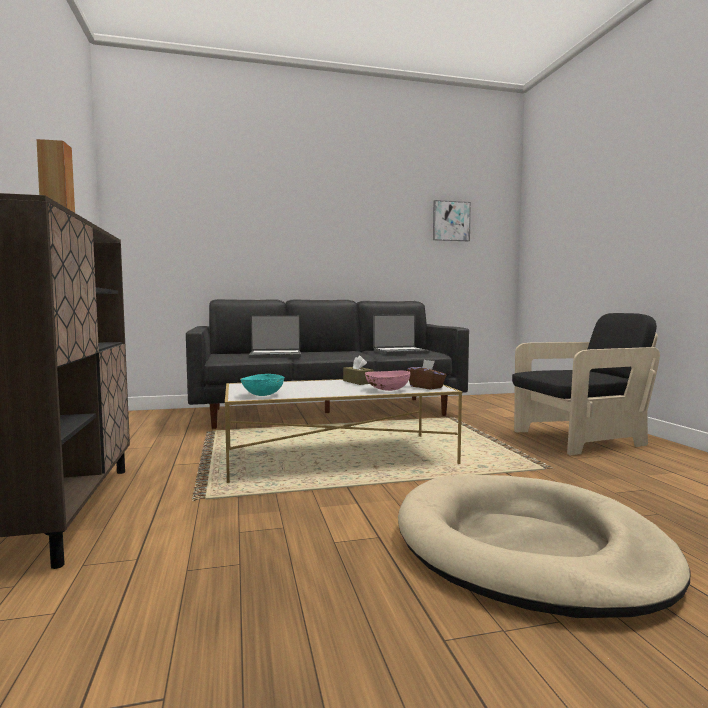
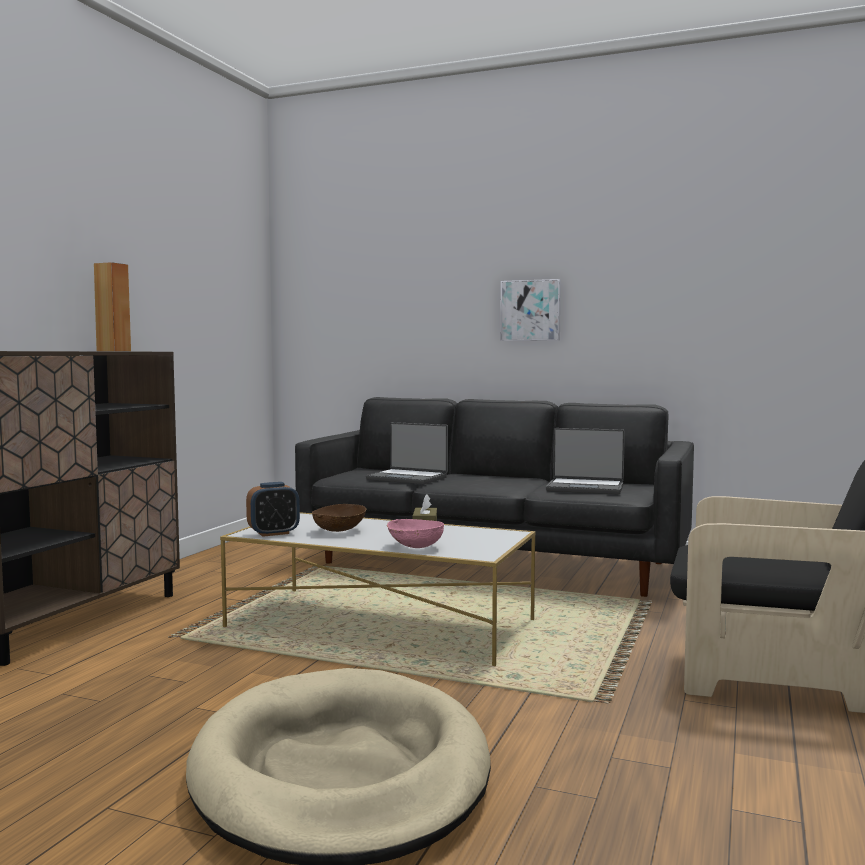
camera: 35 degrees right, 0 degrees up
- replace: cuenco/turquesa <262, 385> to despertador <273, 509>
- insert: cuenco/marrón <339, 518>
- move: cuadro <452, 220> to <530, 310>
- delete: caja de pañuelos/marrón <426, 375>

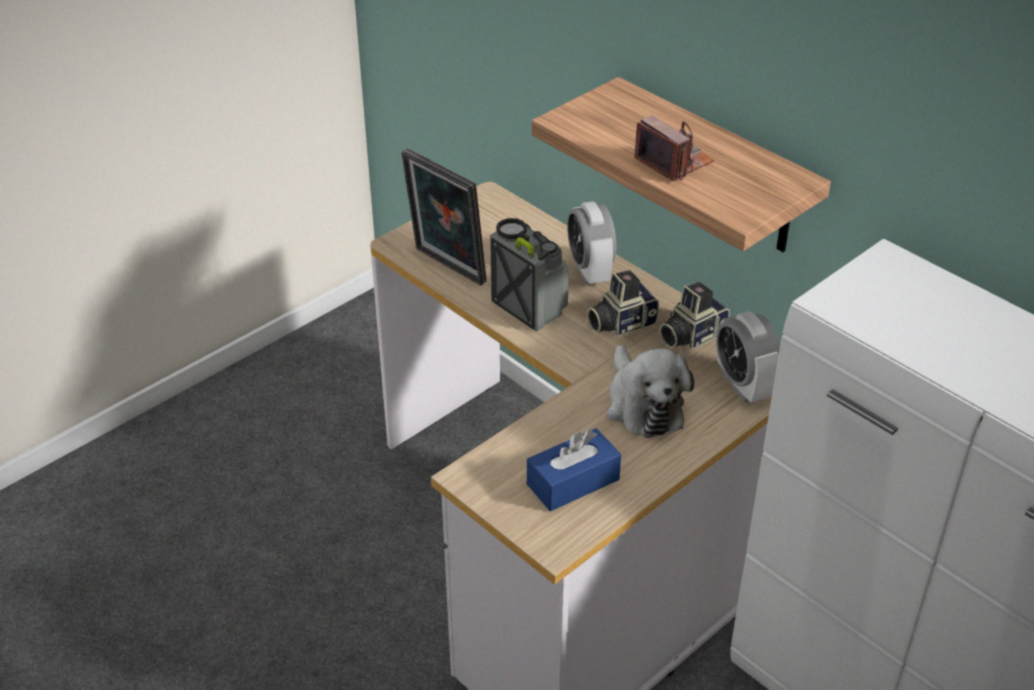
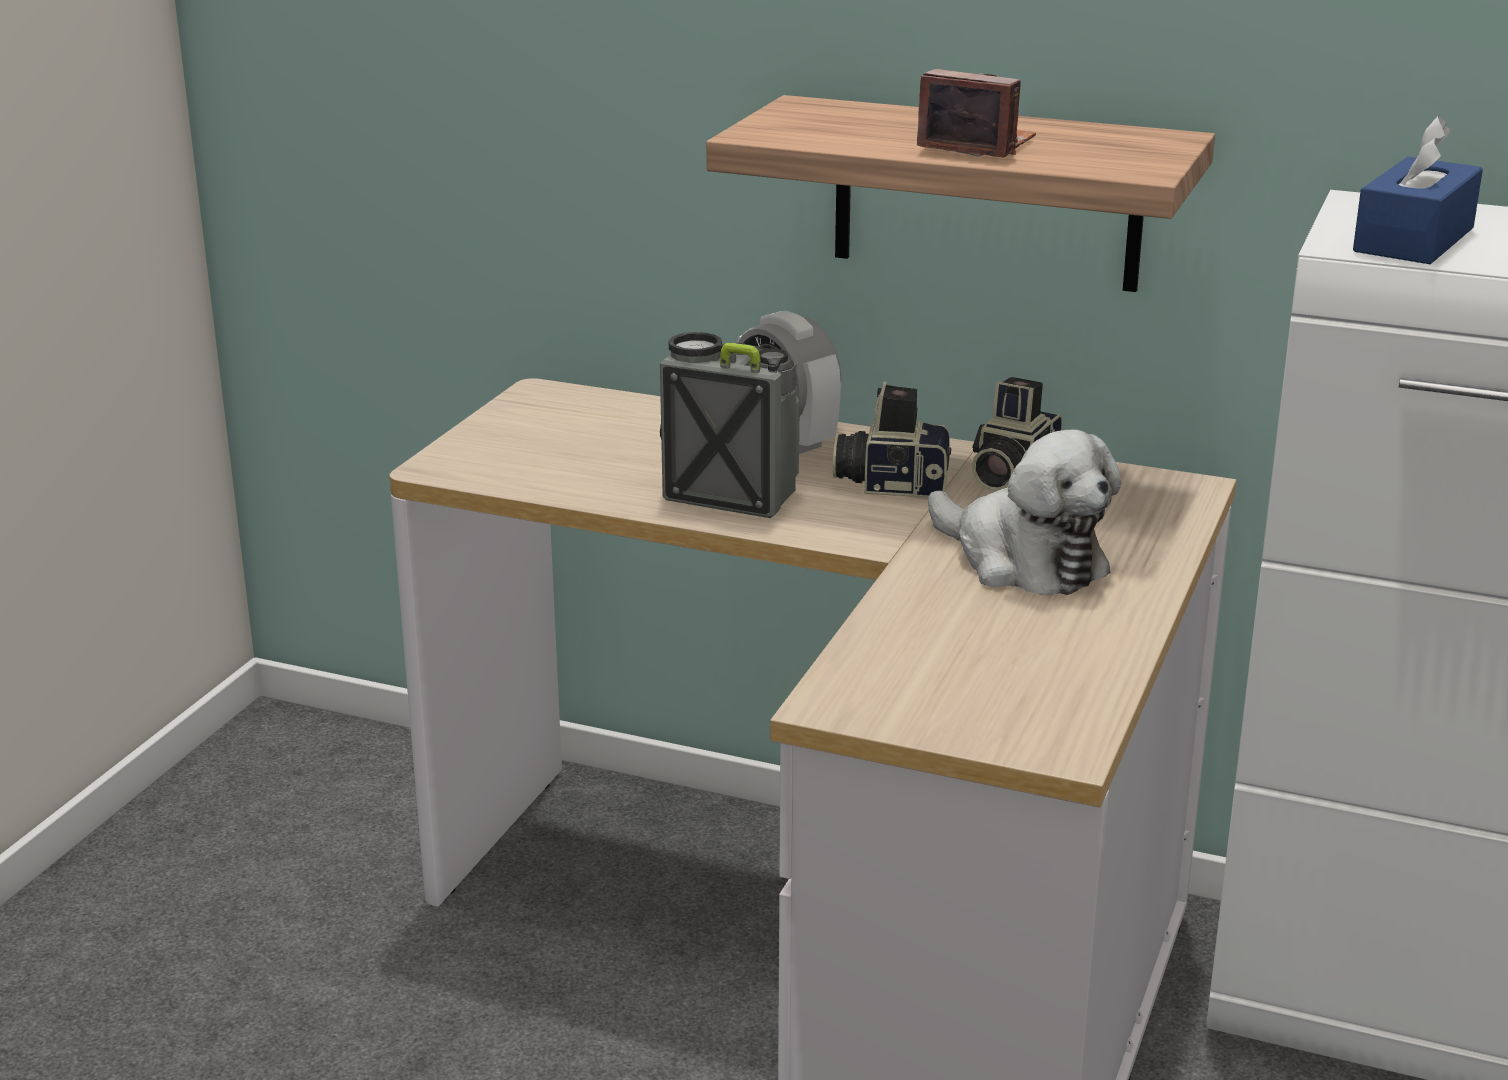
camera: 25 degrees left, 15 degrees down
- rotate: cámara <623, 303> = <892, 439> 60 degrees clockwise
- move: caja de pañuelos/azul <574, 469> to <1418, 190>
- delete: portarretratos <444, 217>
- delete: despertador <748, 357>

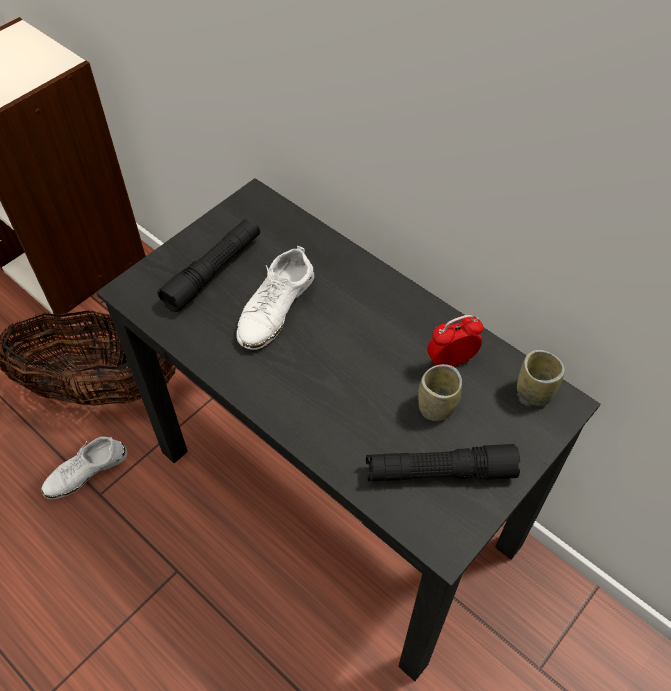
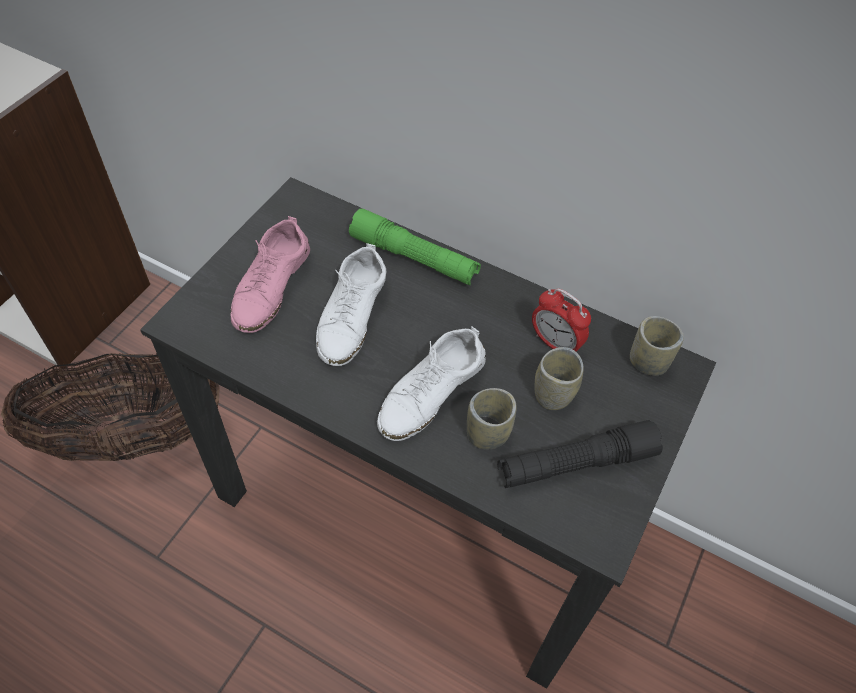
camera: 15 degrees left, 0 degrees up
- replace: linterna/negro <209, 265> to zapato/rosa <270, 274>
- insert: linterna/verde <415, 247>
- move: zapato/blanco <84, 468> to <431, 383>
- insert: taza <491, 419>
- rotate: despertador <455, 341> = <561, 320> 105 degrees counterclockwise

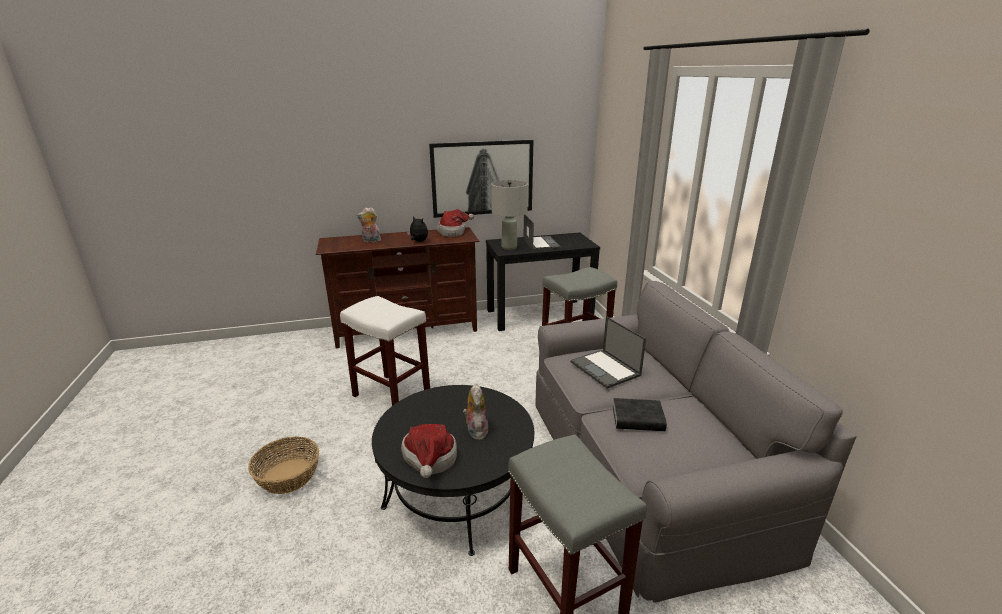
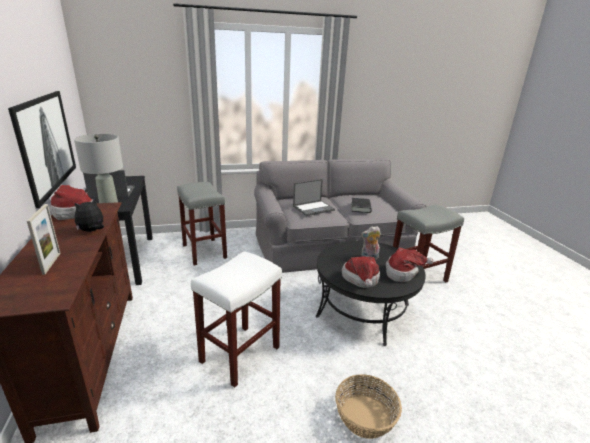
camera: 90 degrees left, 0 degrees up
- replace: peluche <369, 225> to portarretratos <44, 239>
- insert: sombrero <361, 272>

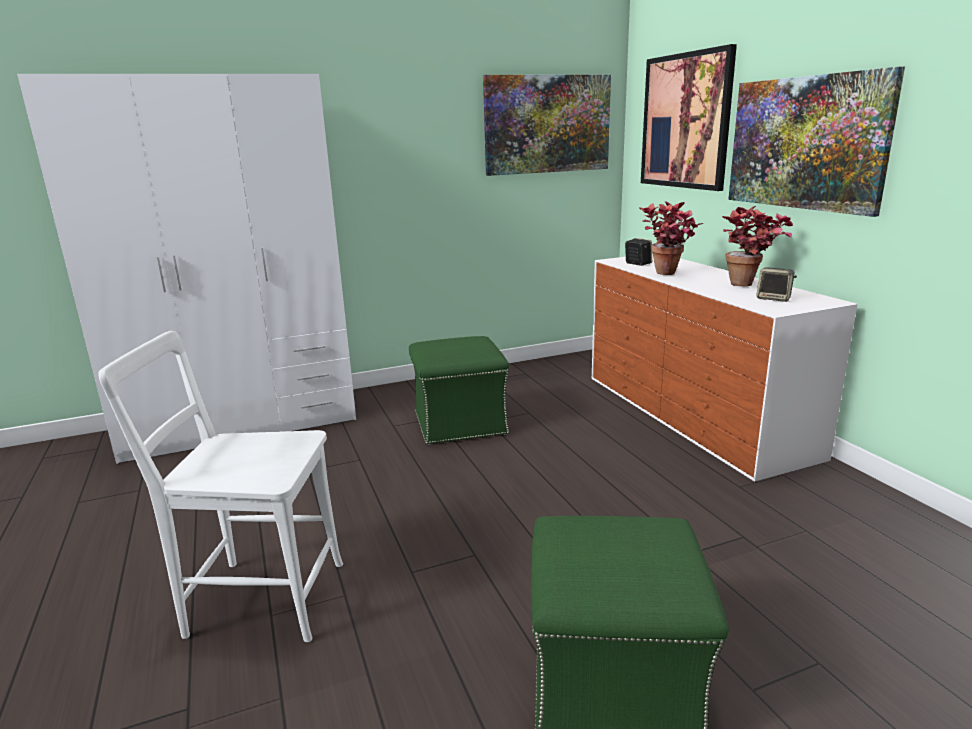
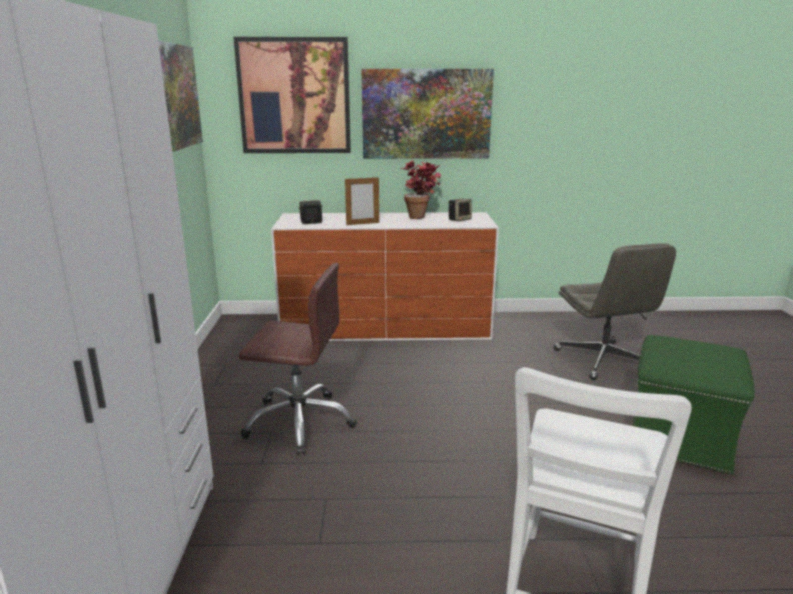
camera: 70 degrees left, 0 degrees up
- replace: puf/verde <459, 390> to silla de oficina/marrón <298, 359>
- replace: planta en maceta <671, 238> to portarretratos <362, 200>
- insert: silla de oficina/gris <615, 311>

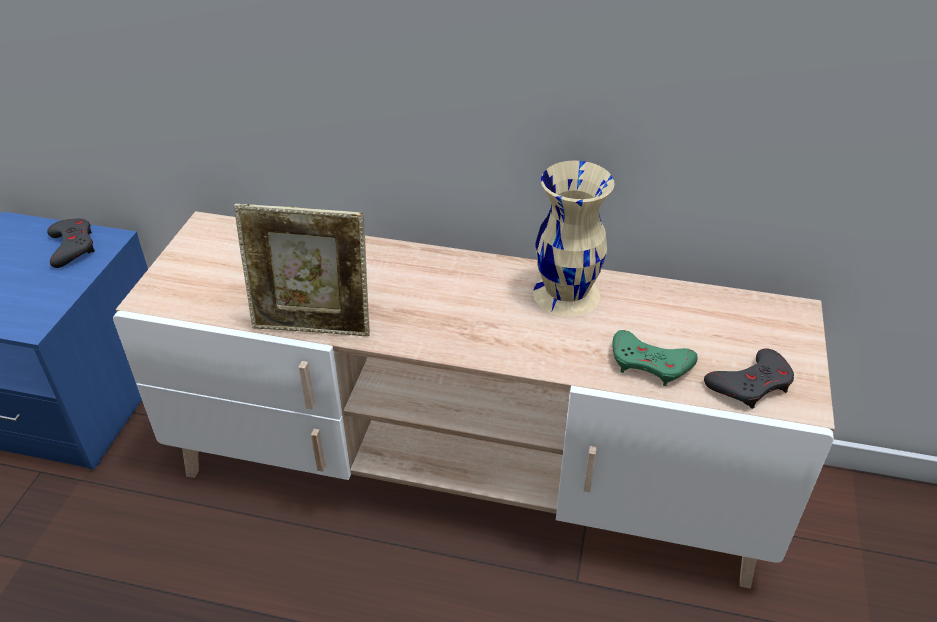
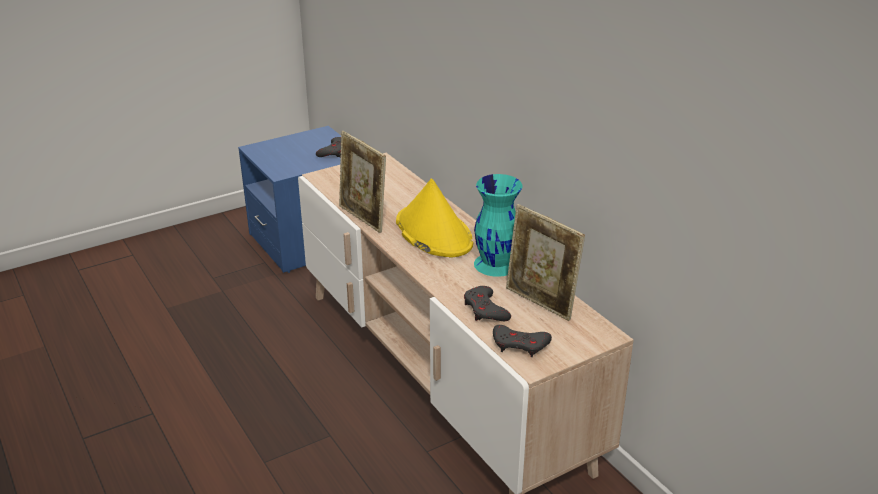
camera: 45 degrees right, 10 degrees down
- insert: sombrero/amarillo <434, 217>
- recolor: mando de consola/verde <655, 358> to mando de consola/gris <487, 303>
- recolor: florero/beis <574, 238> to florero/turquesa <498, 225>
- insert: portarretratos <545, 262>

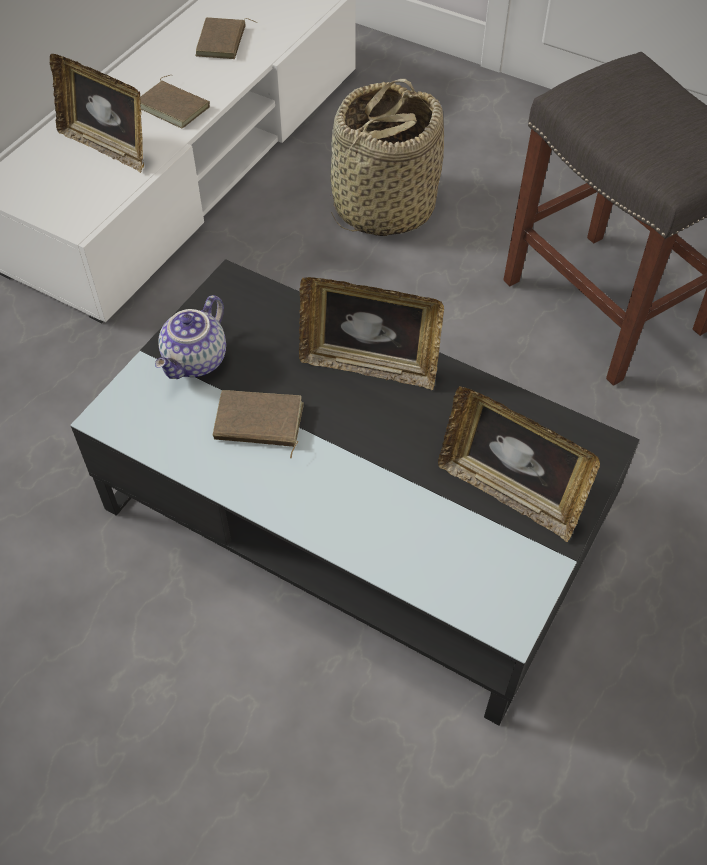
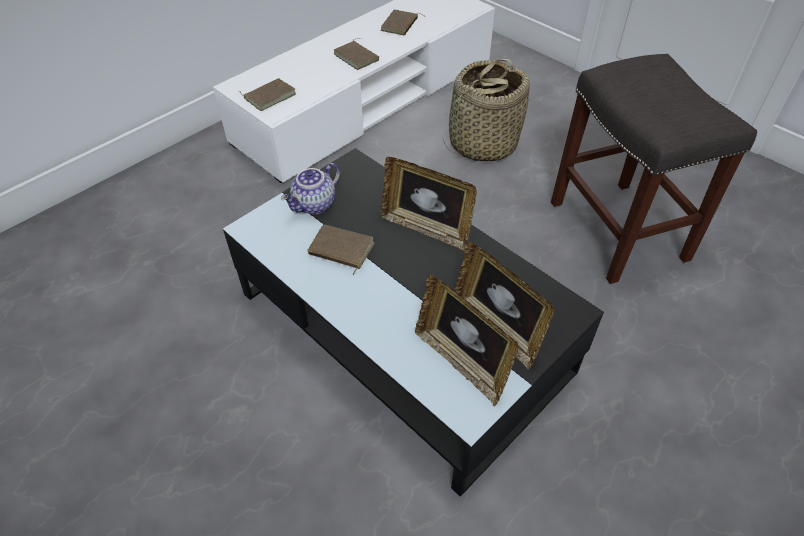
camera: 15 degrees right, 5 degrees down
- insert: libro/marrón <267, 94>
- move: portarretratos <97, 113> to <466, 340>

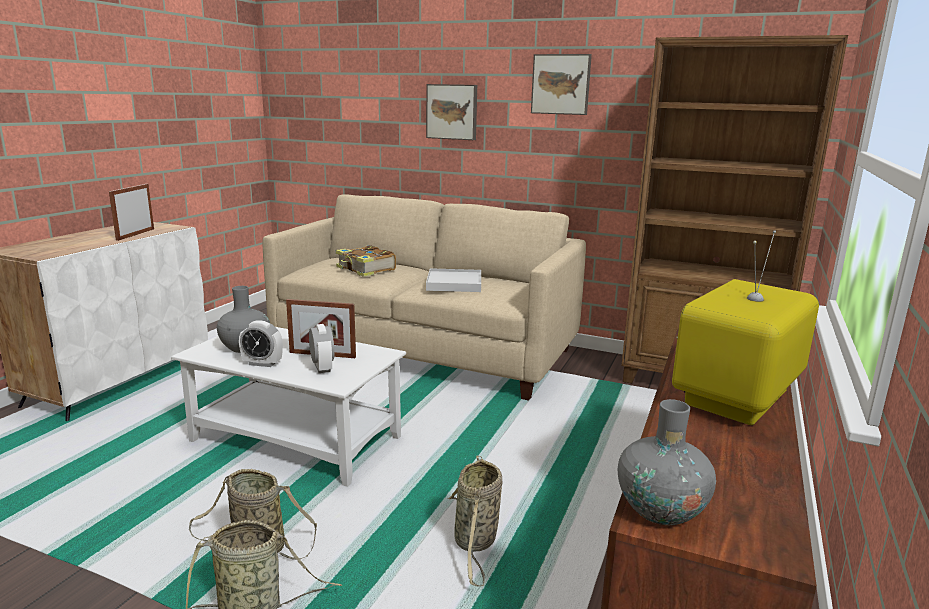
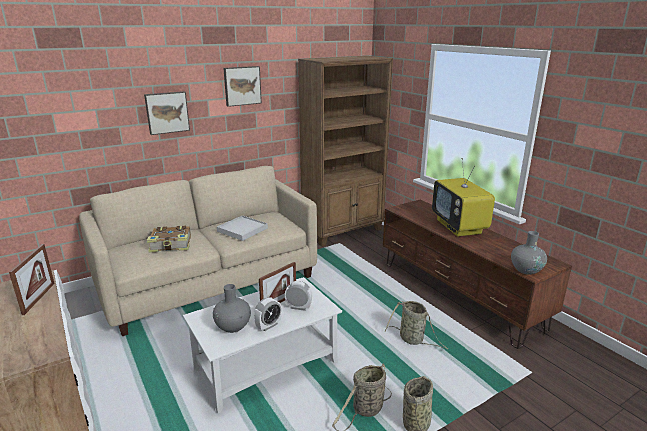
camera: 55 degrees left, 5 degrees up
- rotate: portarretratos <131, 212> = <32, 279> 135 degrees counterclockwise

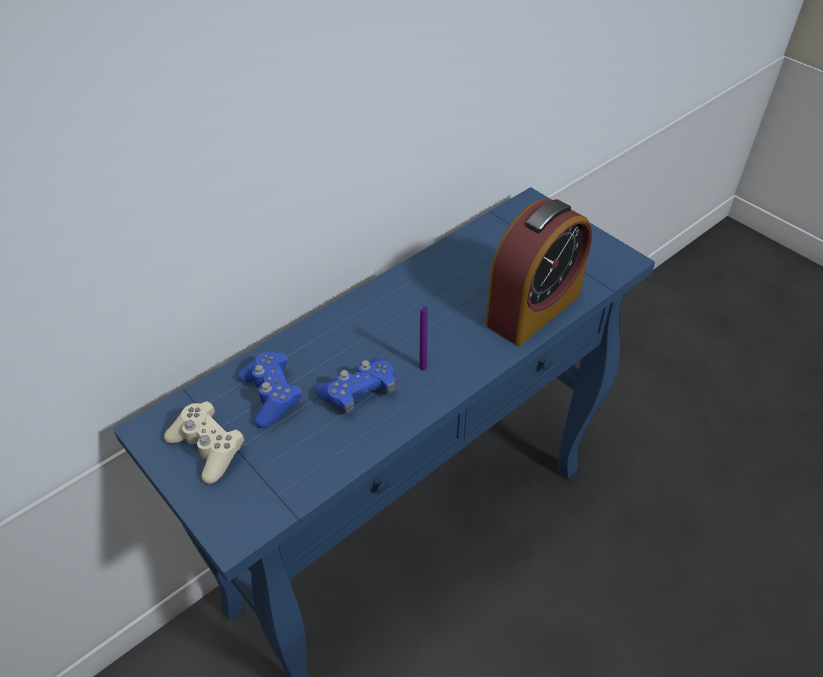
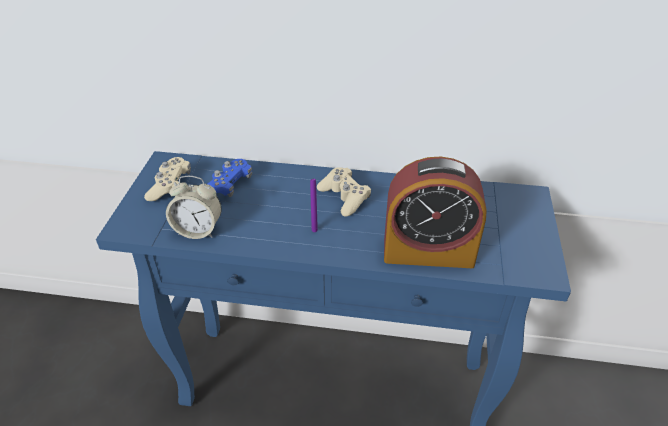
camera: 50 degrees right, 5 degrees down
- insert: despertador <194, 207>
- insert: mando de consola/beis <344, 191>
- delete: mando de consola/azul <355, 386>

